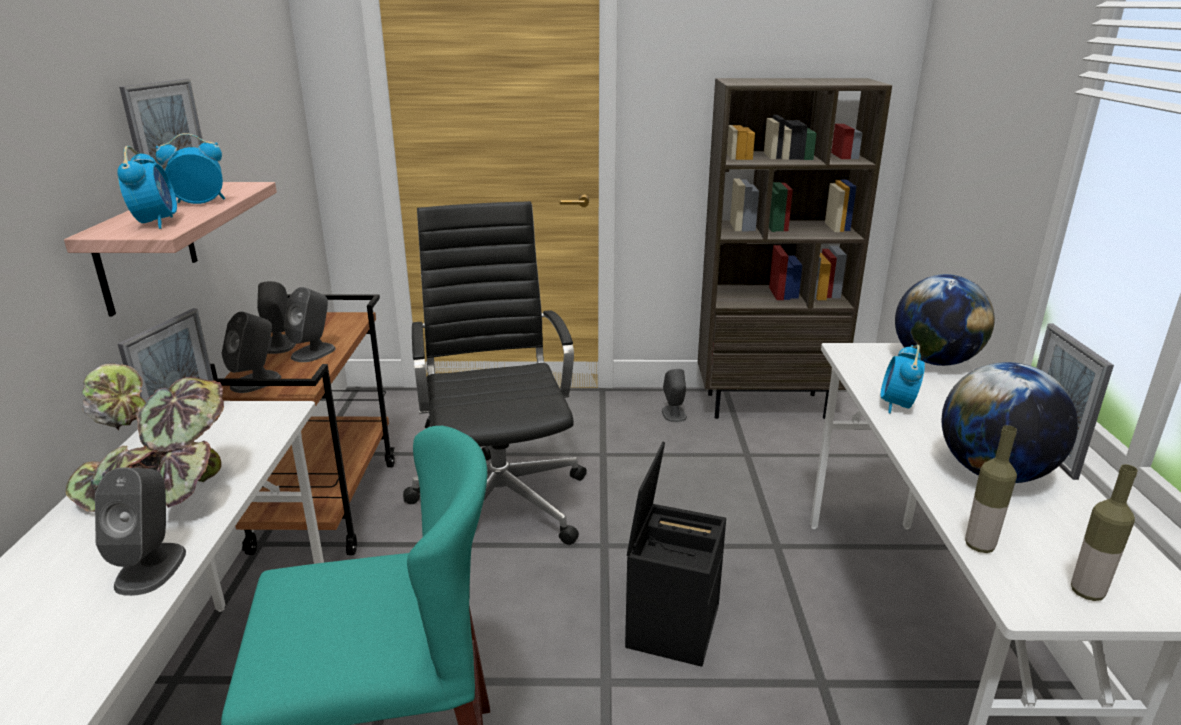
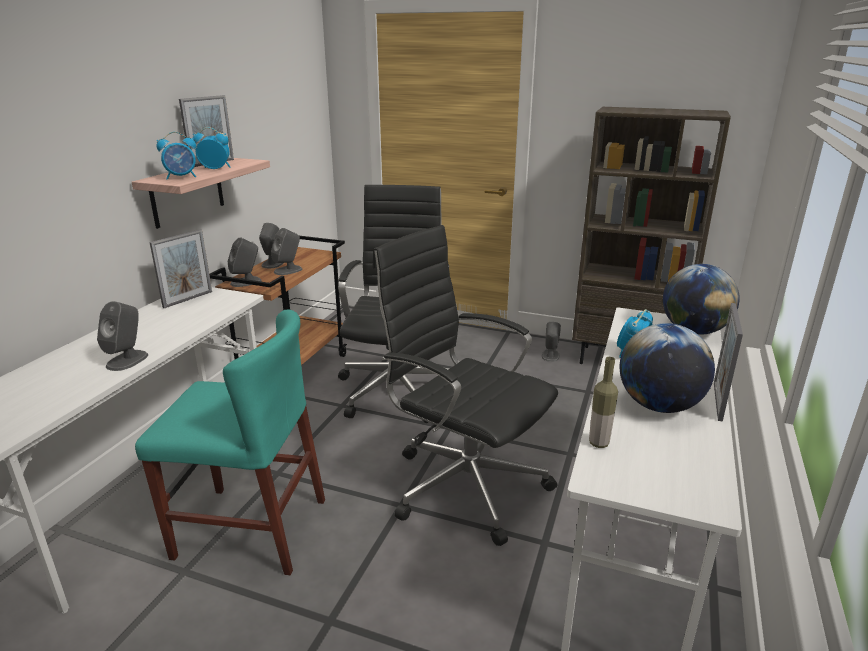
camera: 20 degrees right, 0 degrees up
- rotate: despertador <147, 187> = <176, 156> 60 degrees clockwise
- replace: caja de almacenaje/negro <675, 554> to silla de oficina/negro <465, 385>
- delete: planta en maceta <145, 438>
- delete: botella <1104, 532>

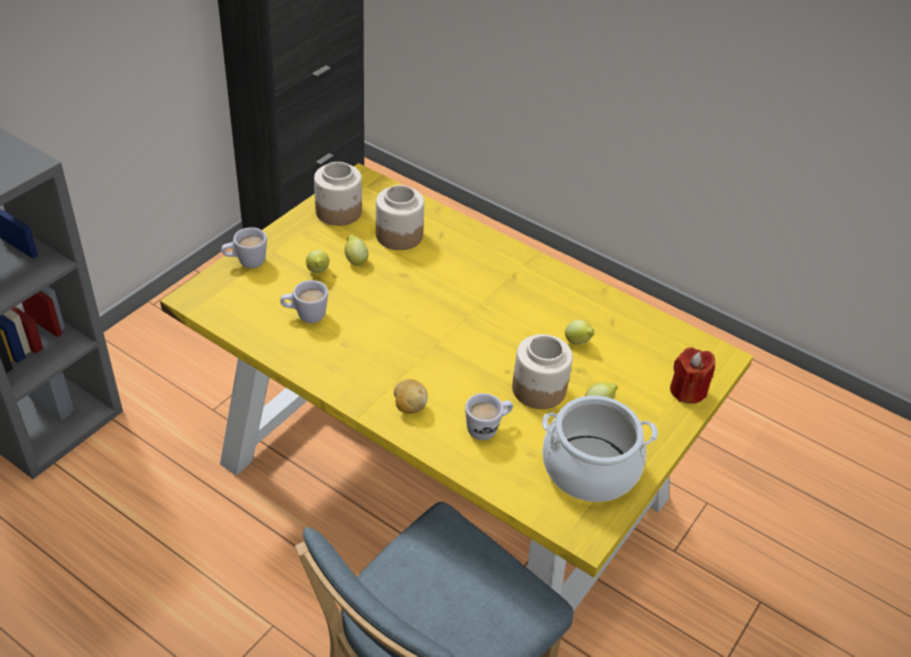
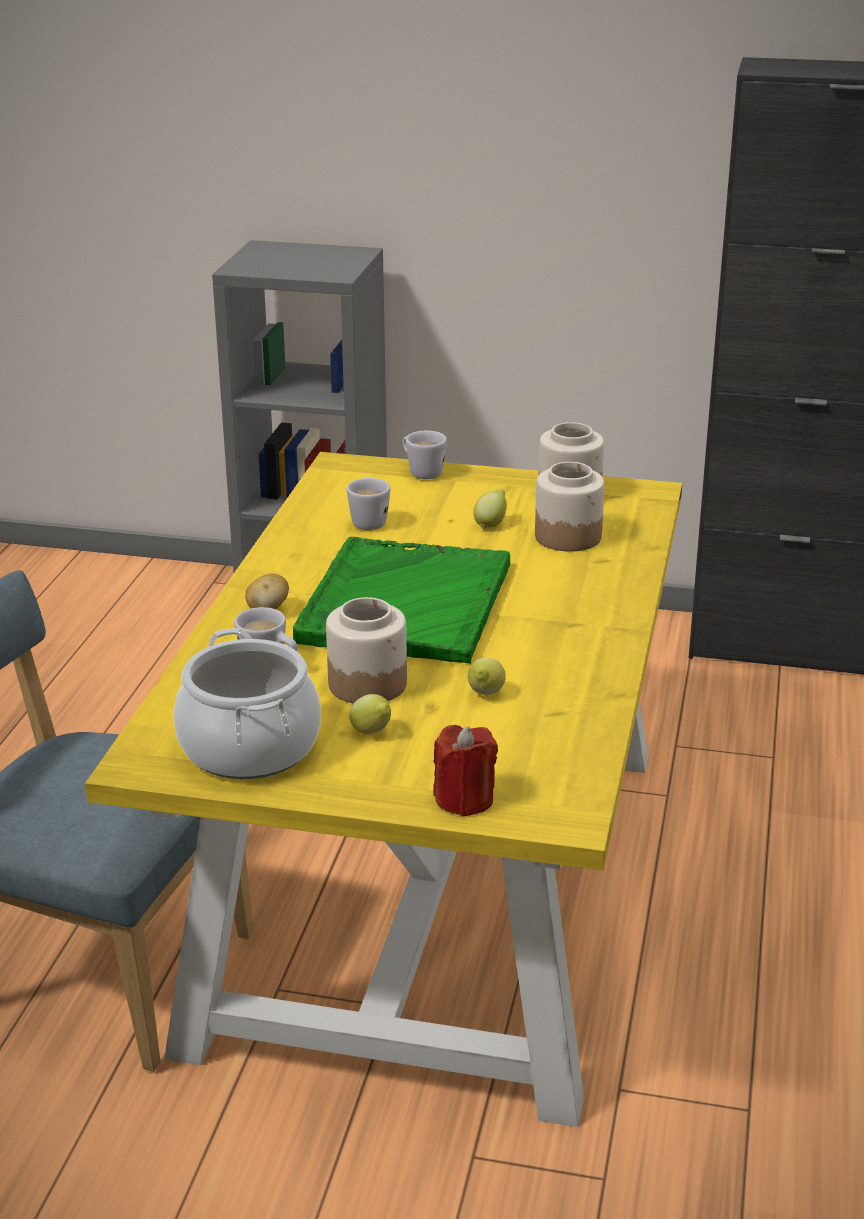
camera: 70 degrees right, 15 degrees down
- insert: bandeja/verde <401, 600>
- delete: limón <317, 261>

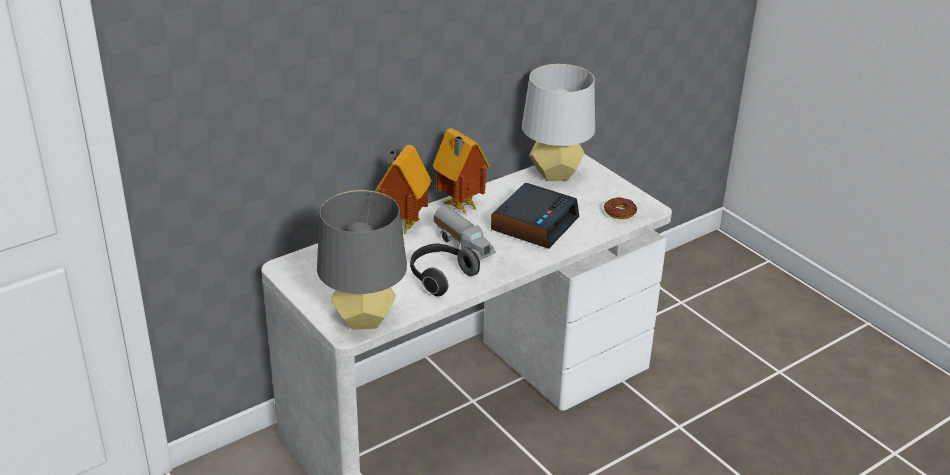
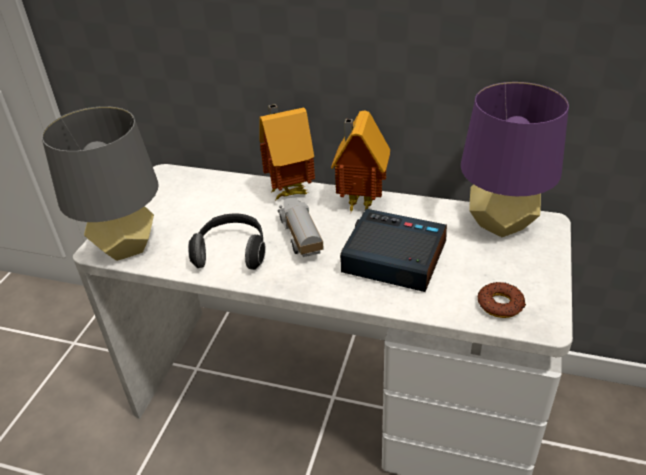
camera: 55 degrees right, 5 degrees up
- rotate: camión de juguete <465, 232> = <301, 227> 150 degrees clockwise
- rotate: despertador <535, 216> = <393, 250> 150 degrees counterclockwise
- recolor: lámpara de mesa/gris <558, 122> to lámpara de mesa/morado <515, 159>

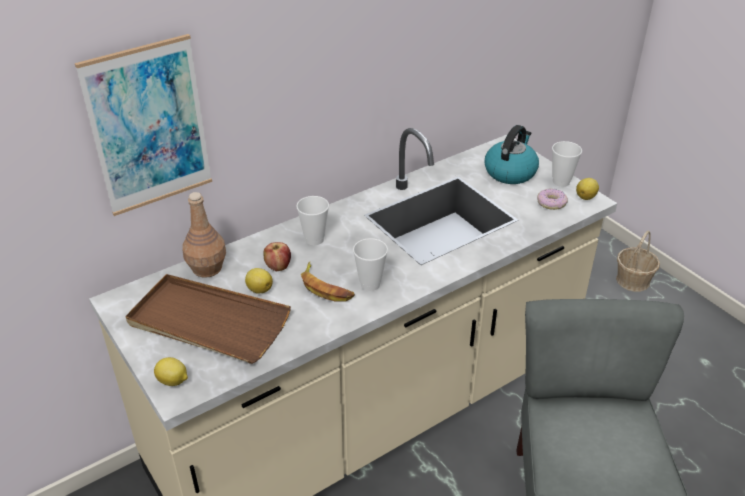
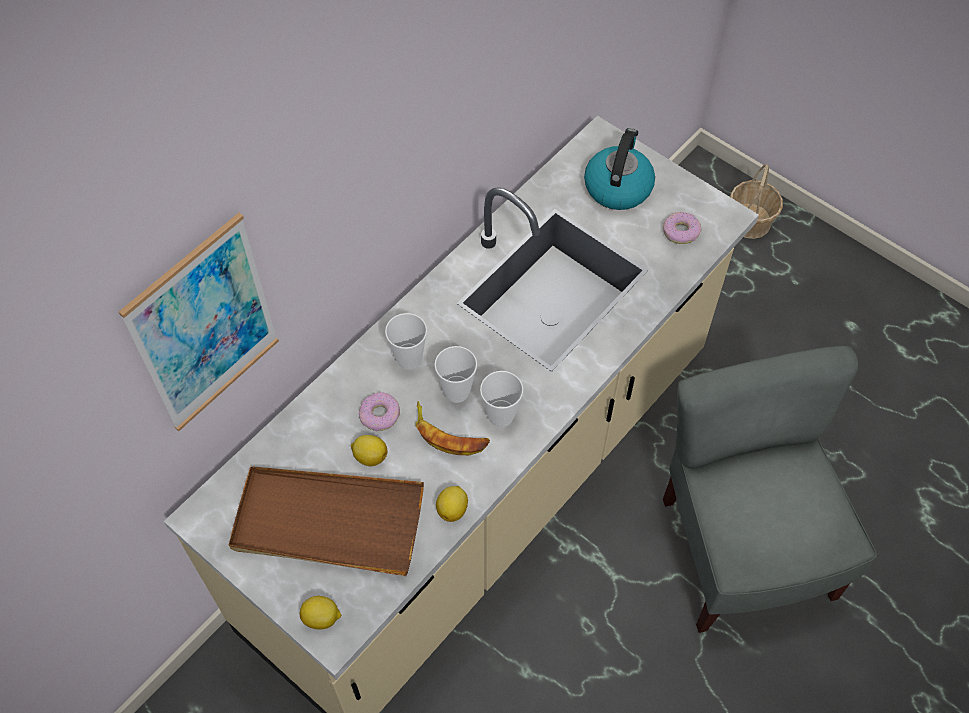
camera: 15 degrees left, 20 degrees up
- replace: manzana <277, 256> to rosquilla <379, 411>
- move: taza <567, 164> to <455, 374>
- move: limón <587, 189> to <452, 504>
- delete: botella/marrón <204, 235>

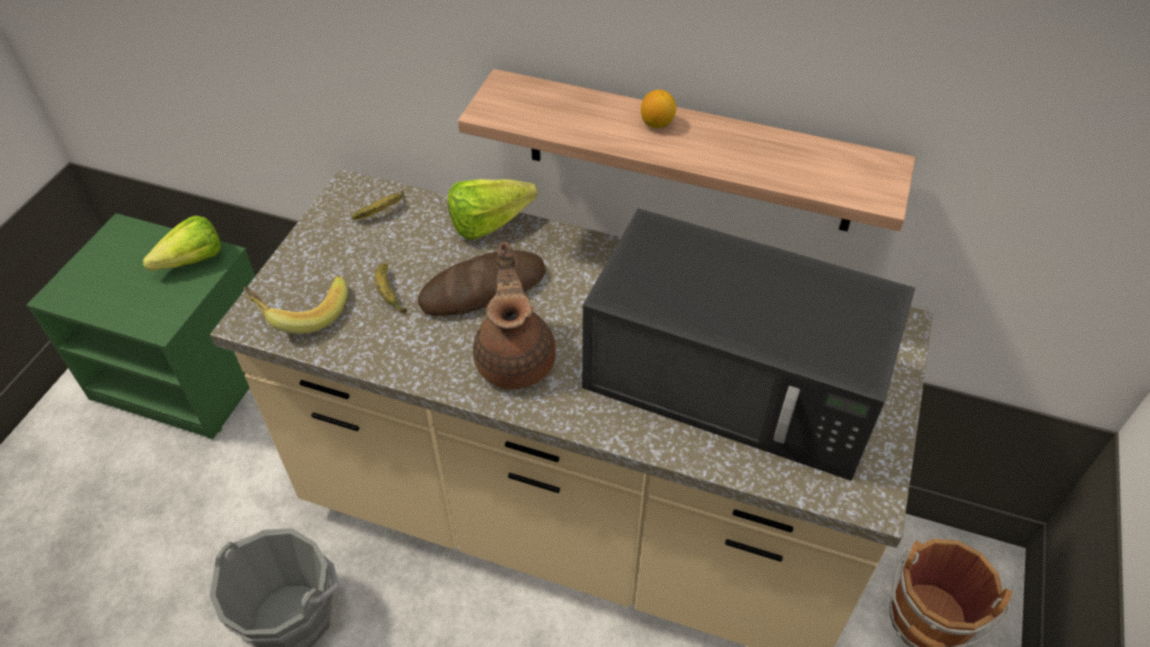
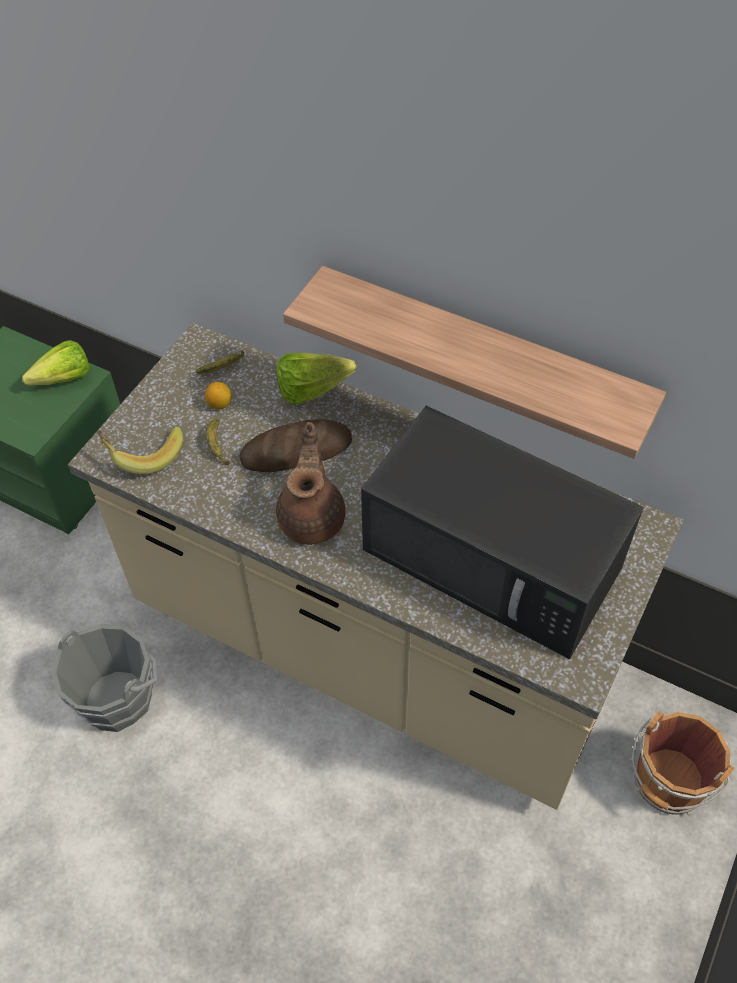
camera: 10 degrees right, 5 degrees up
- move: limón <658, 109> to <218, 395>

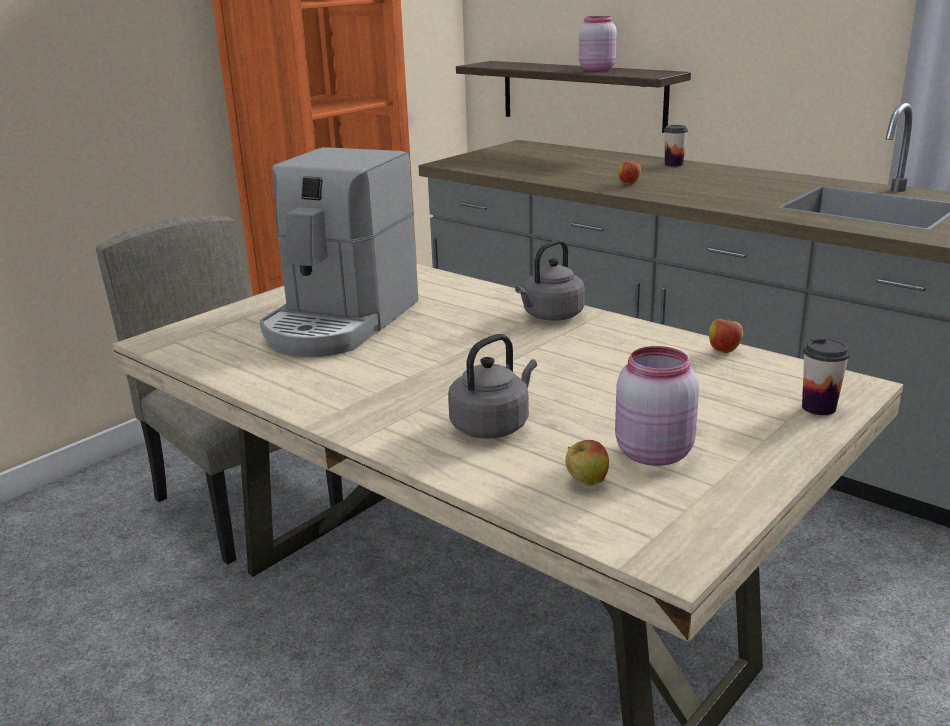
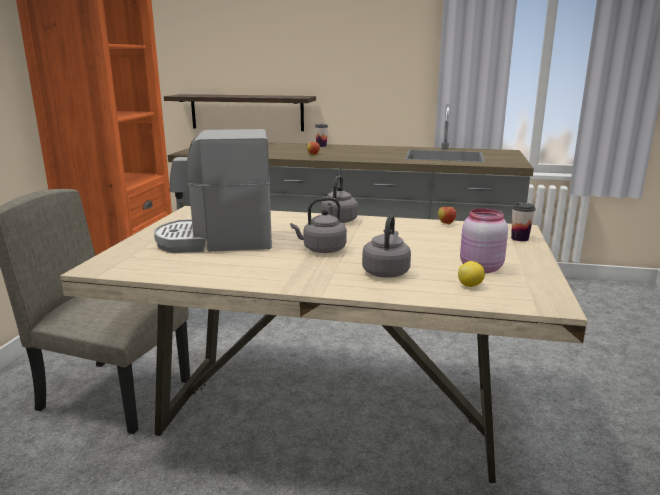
camera: 30 degrees left, 5 degrees down
- rotate: cafetera <339, 252> = <213, 191> 90 degrees clockwise
- insert: hervidor/gris <318, 225>
- replace: manzana <587, 463> to limón <471, 274>
- delete: tarro/rosa <598, 43>

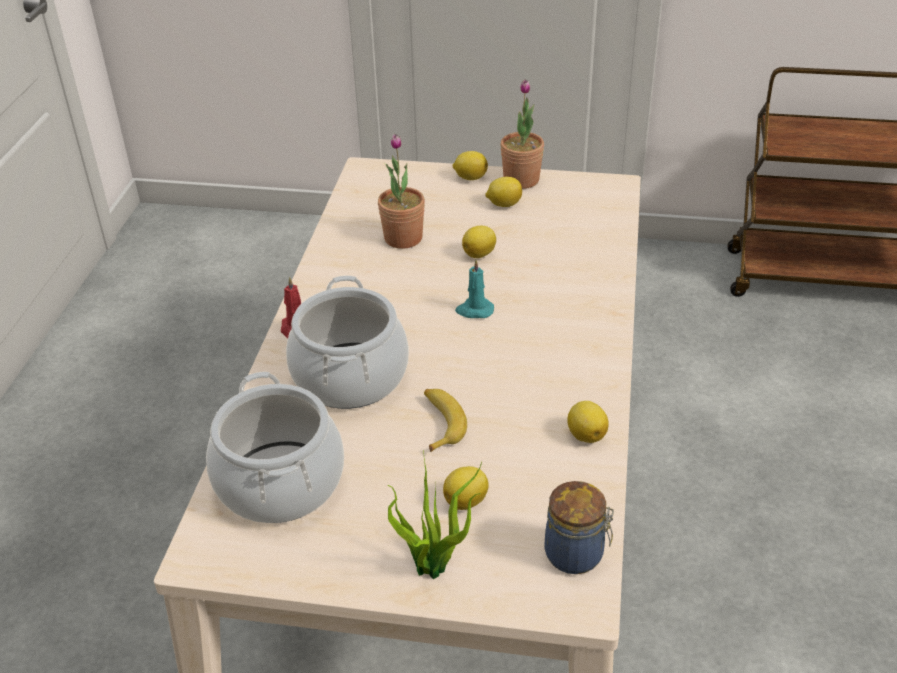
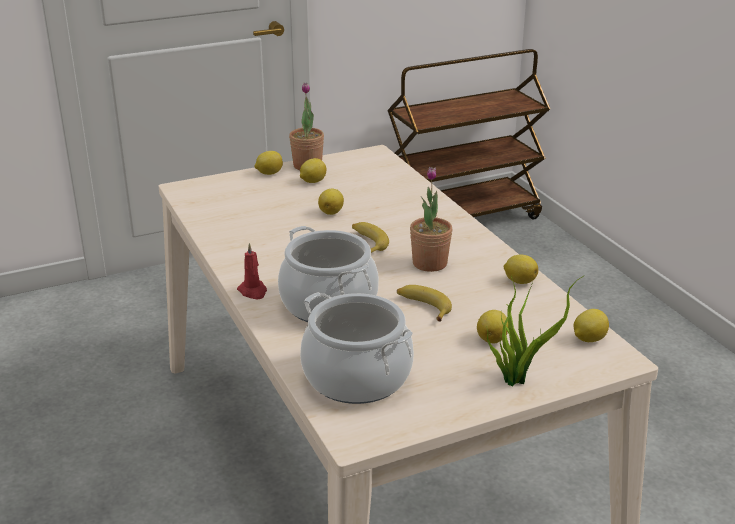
camera: 35 degrees left, 10 degrees down
- replace: vela/turquesa <474, 288> to plátano <370, 237>
- move: planta en maceta <401, 191> to <431, 219>
- replace: tarro <579, 527> to limón <591, 325>

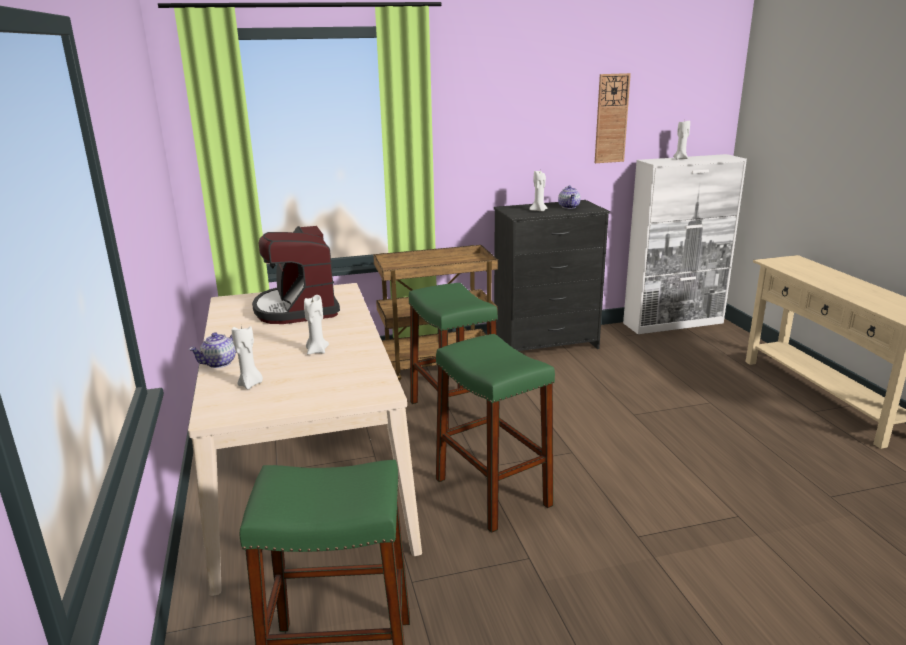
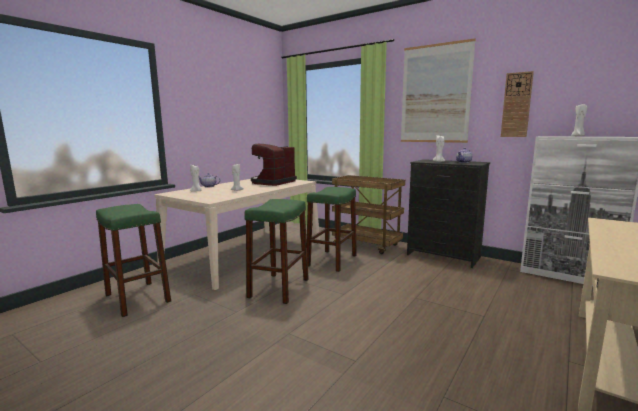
camera: 50 degrees right, 10 degrees down
- insert: cuadro <438, 90>

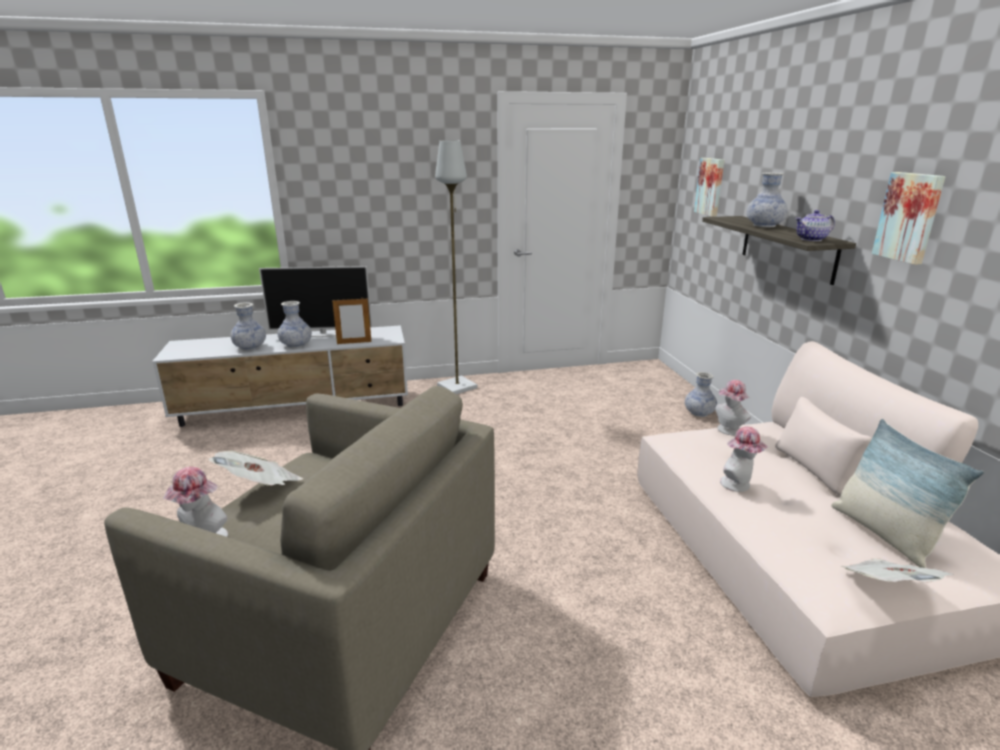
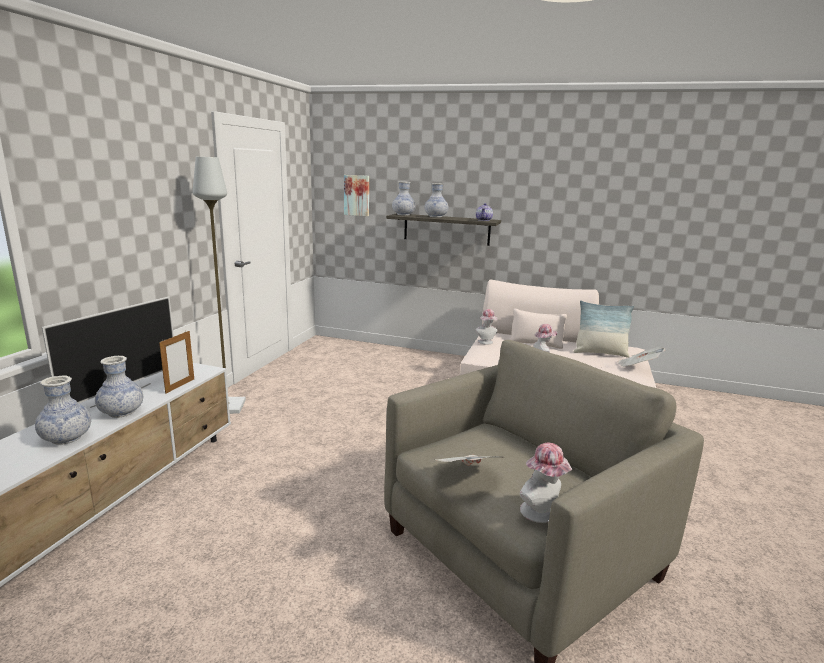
camera: 60 degrees left, 5 degrees down
- move: florero <701, 394> to <404, 199>
- delete: cuadro <909, 218>

